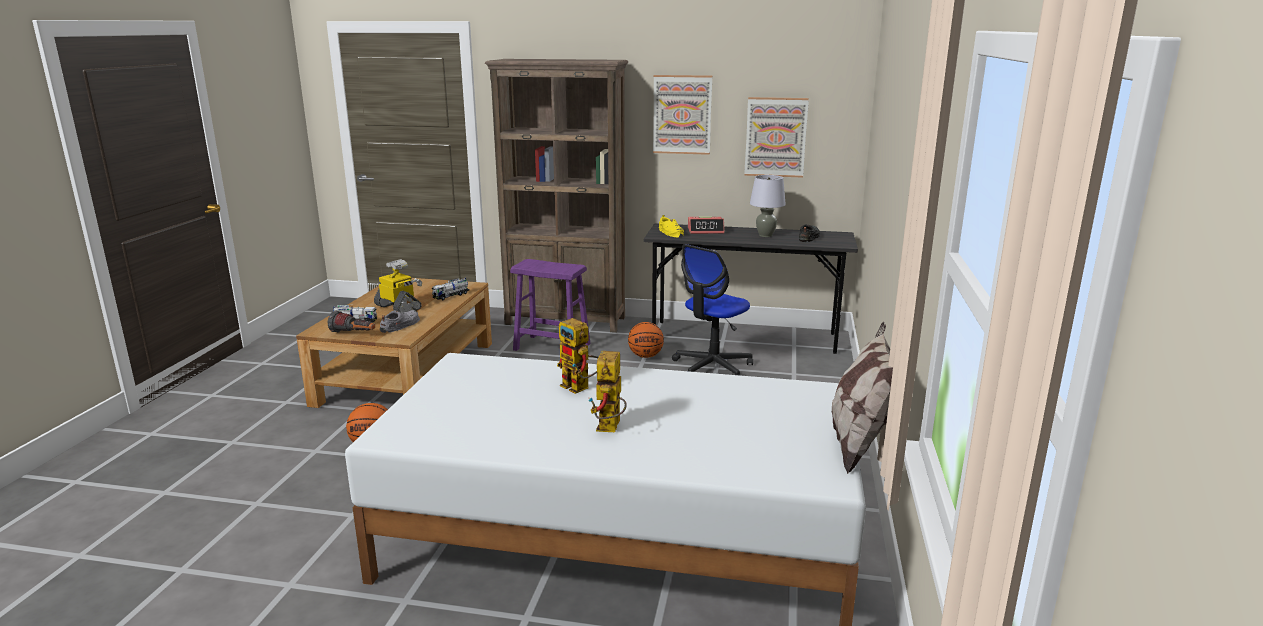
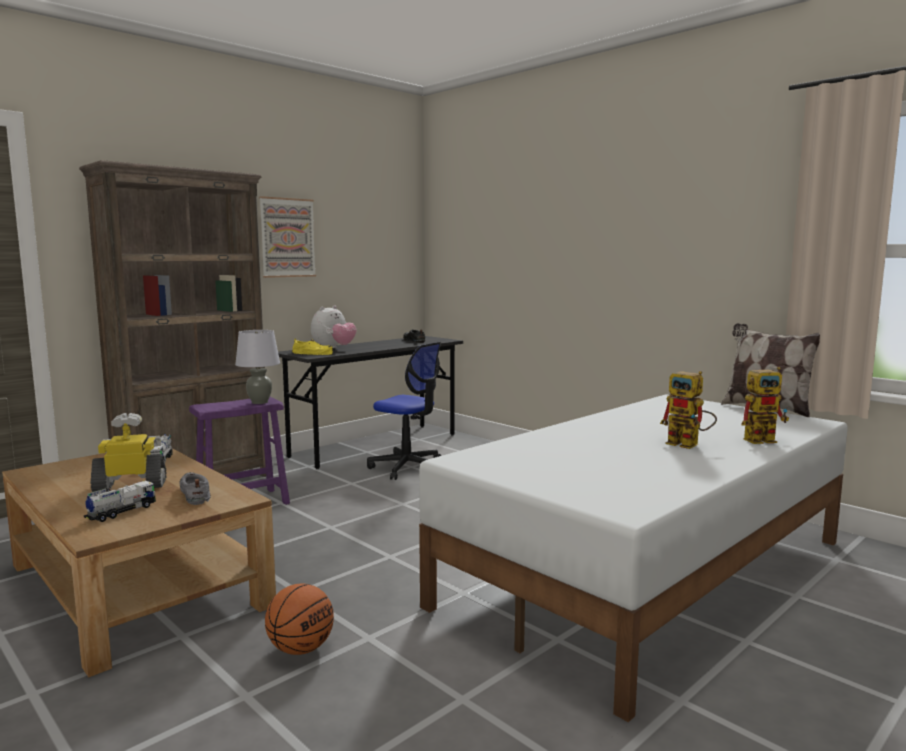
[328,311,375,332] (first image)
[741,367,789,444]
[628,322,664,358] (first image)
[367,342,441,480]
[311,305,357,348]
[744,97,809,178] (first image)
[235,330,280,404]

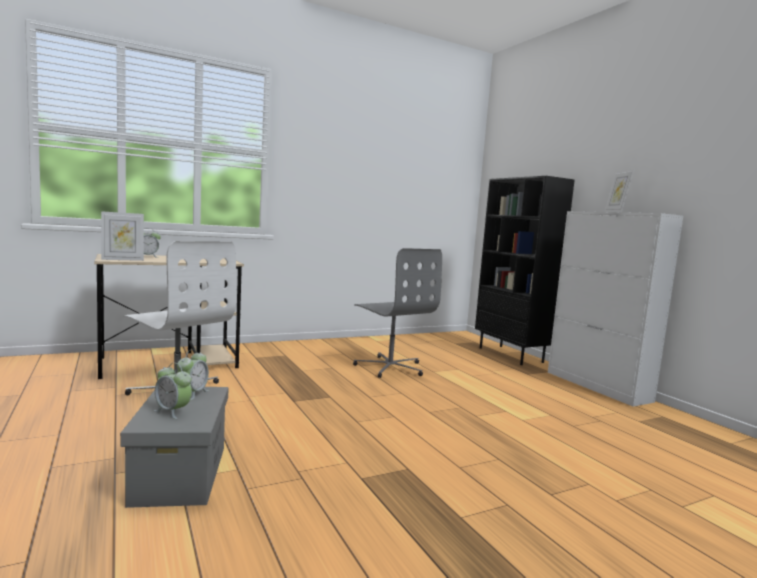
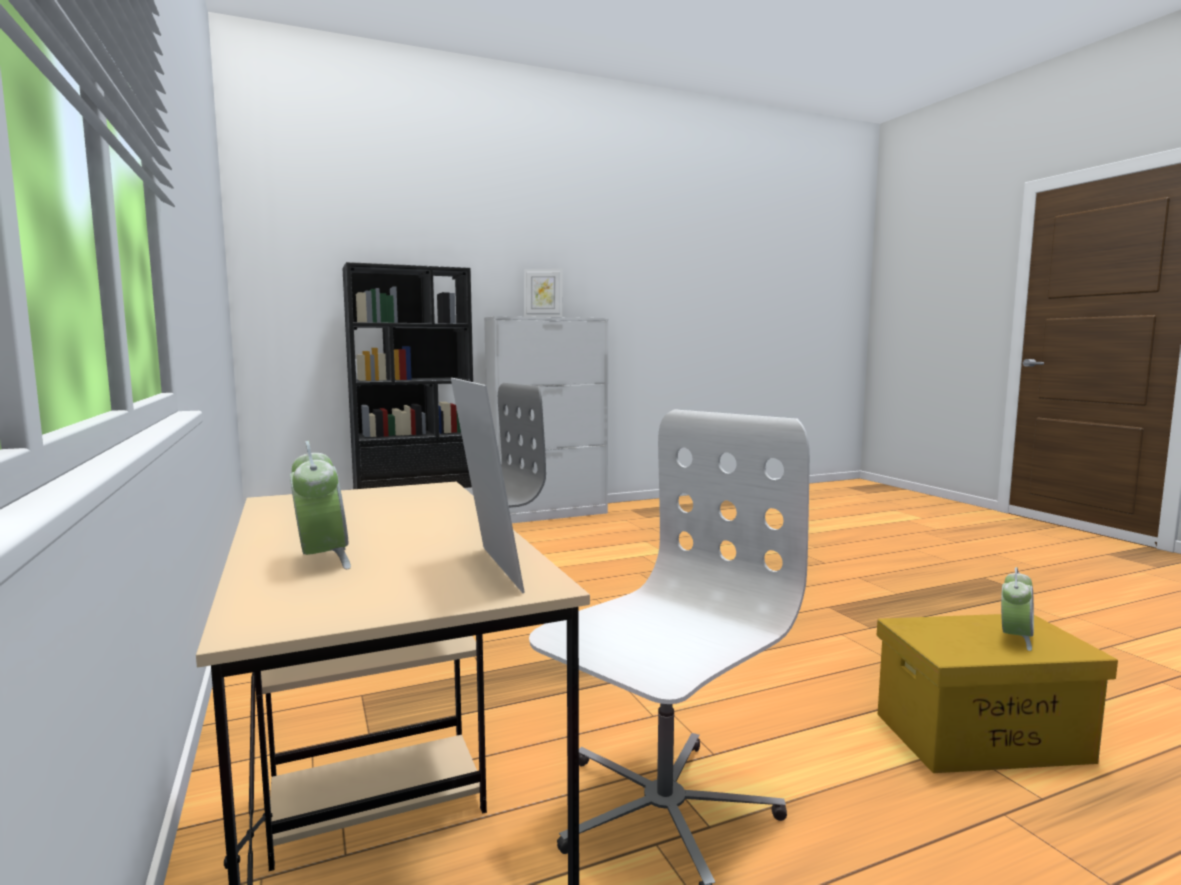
[877,614,1118,773]
[177,349,209,400] (first image)

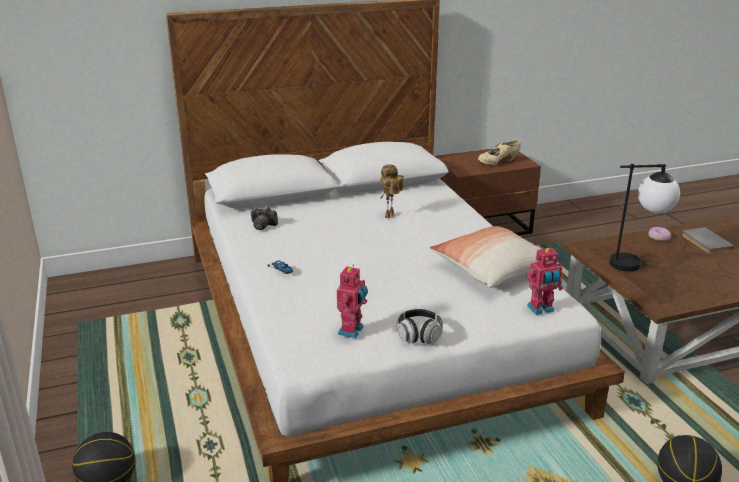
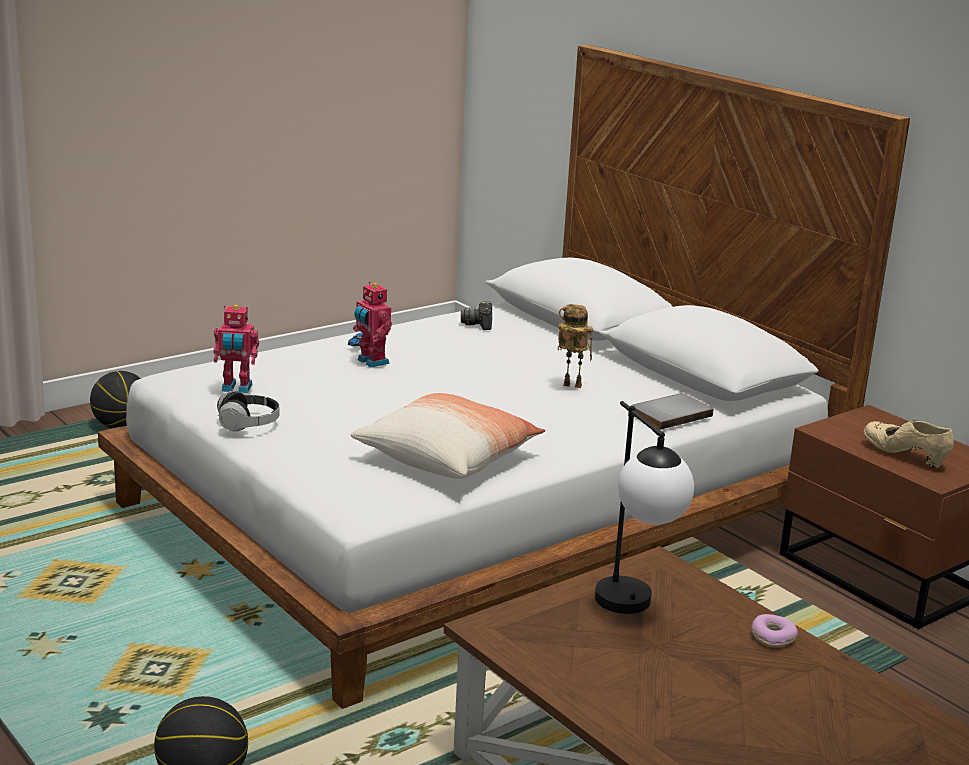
[353,281,392,368]
[631,393,713,430]

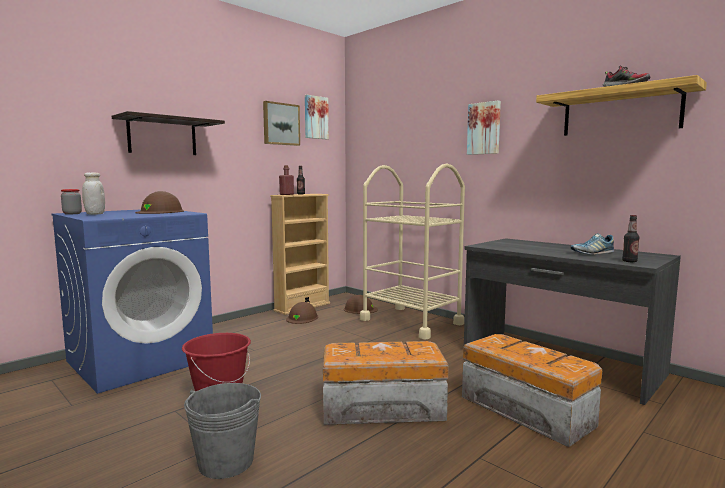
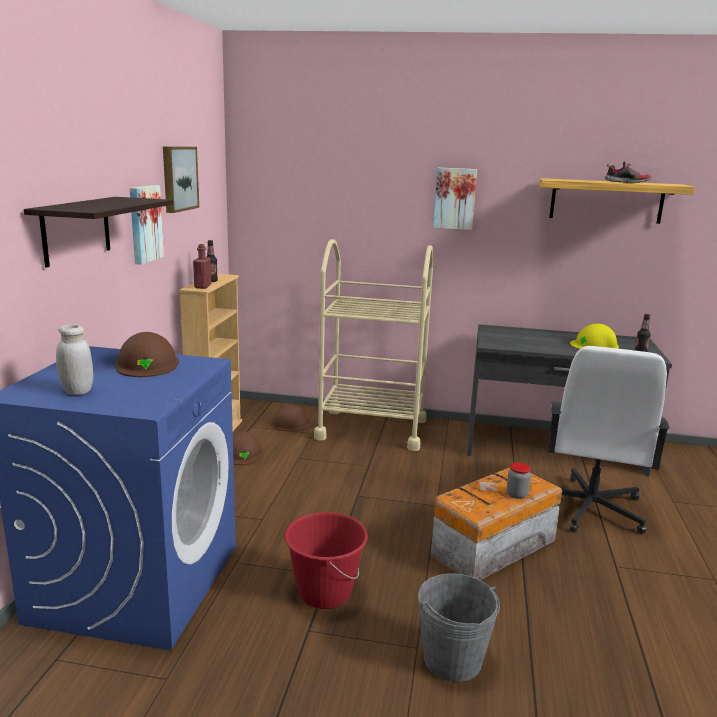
[507,462,531,499]
[130,185,164,265]
[548,346,670,534]
[570,323,619,349]

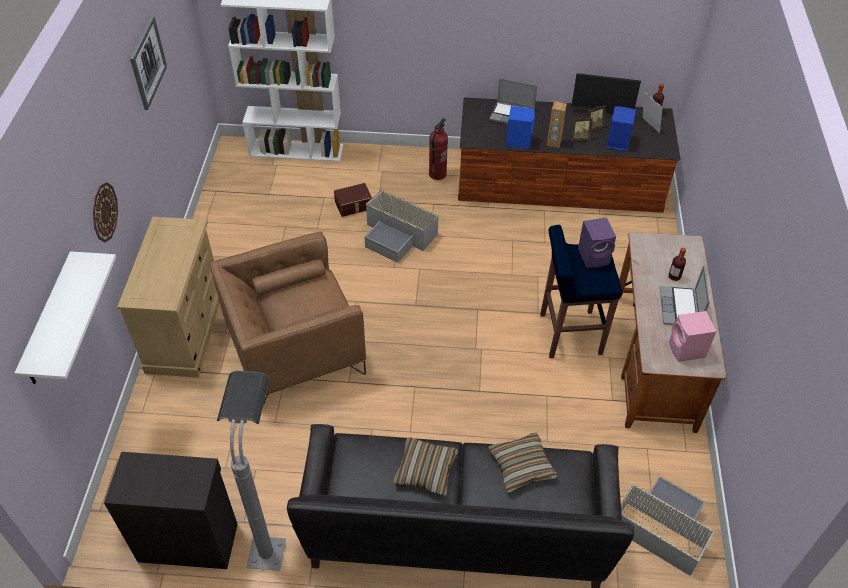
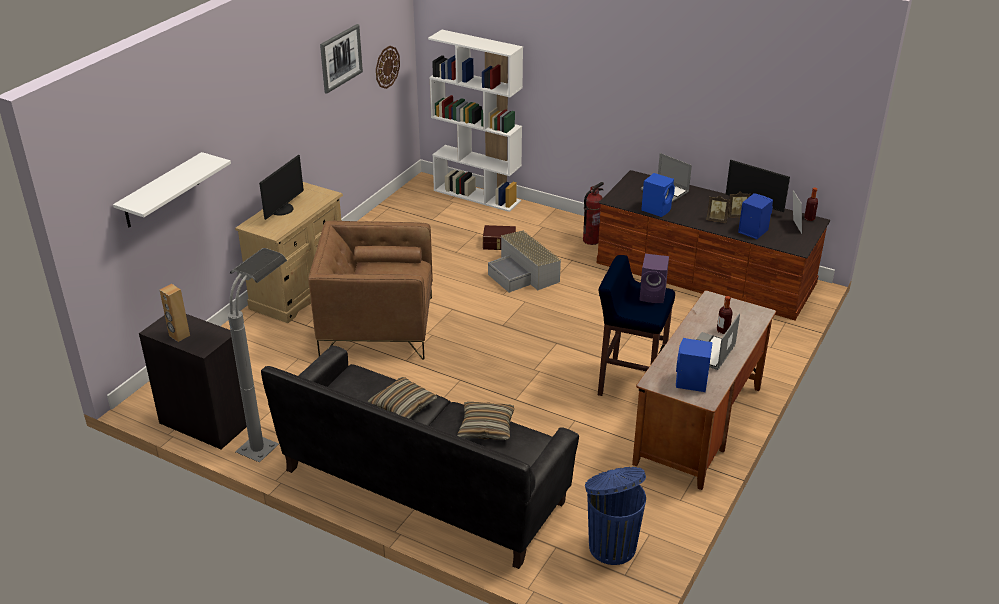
[376,46,400,89]
[160,284,190,342]
[585,467,646,565]
[676,338,713,392]
[259,155,304,220]

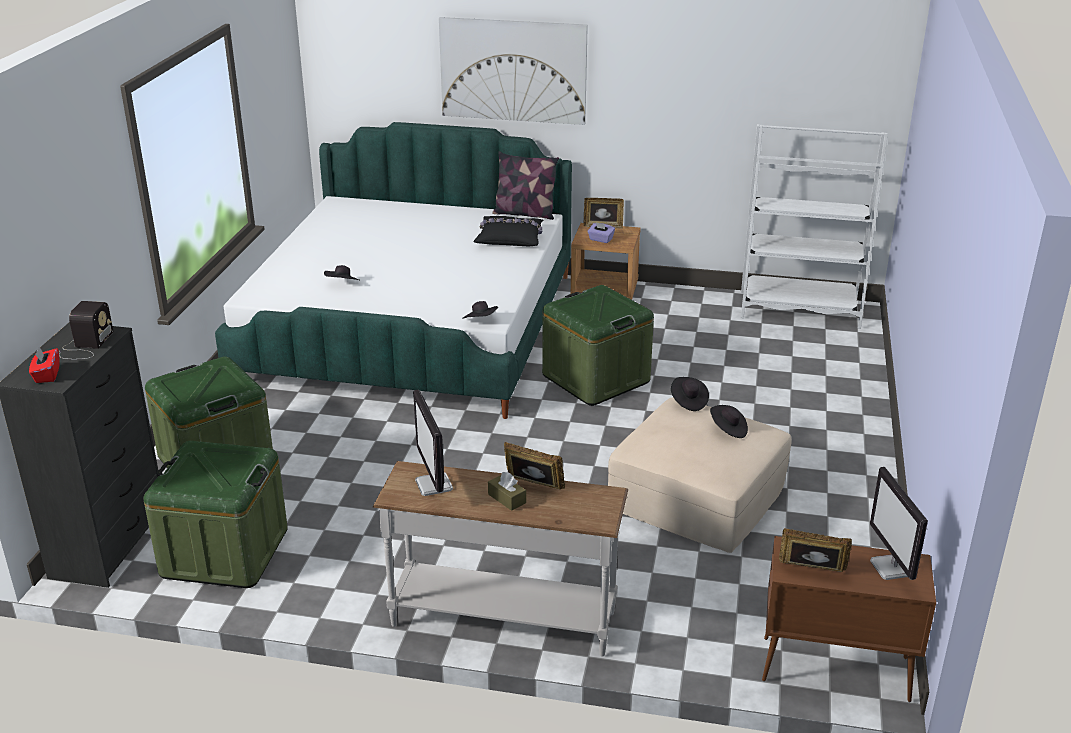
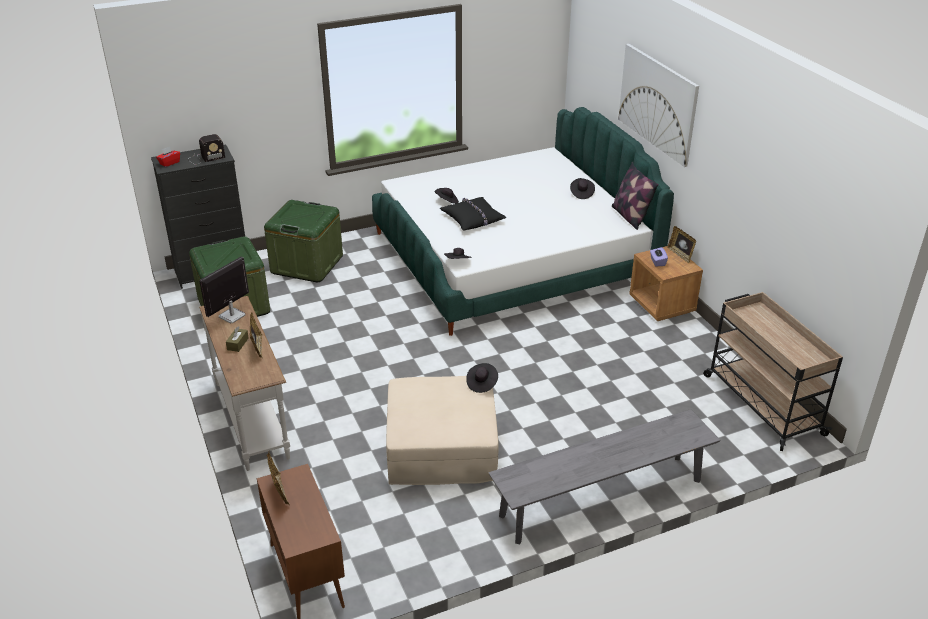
[440,197,506,231]
[542,285,654,406] (first image)
[570,178,595,199]
[703,292,843,451]
[870,467,928,580] (first image)
[488,409,720,544]

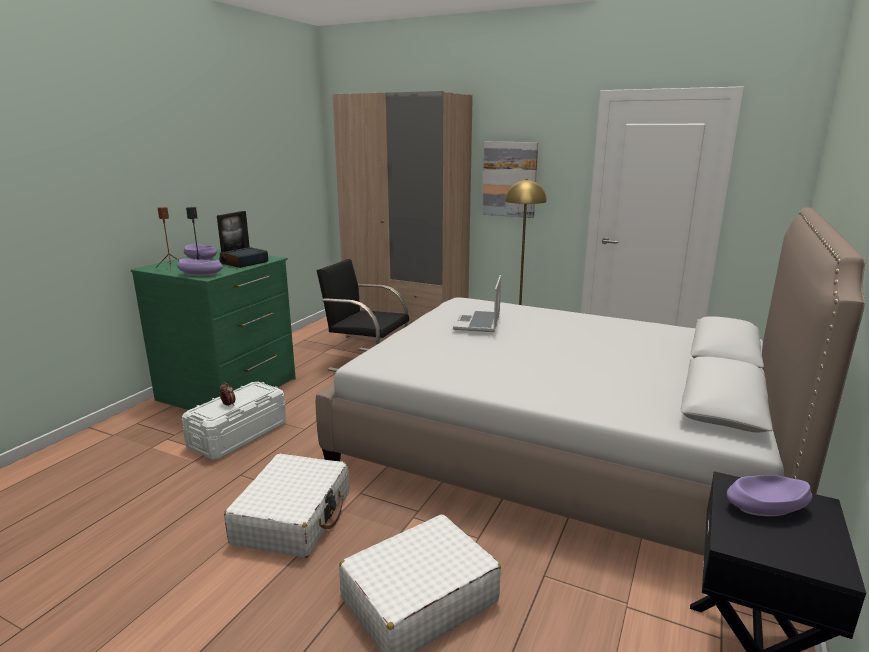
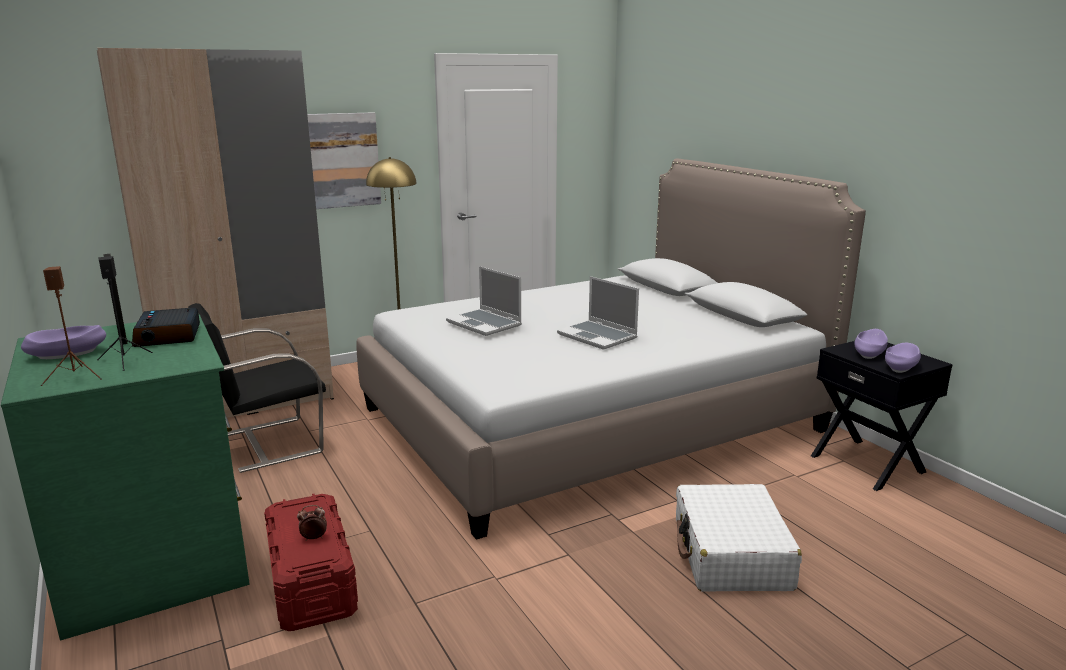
[885,343,921,373]
[264,494,358,631]
[224,454,349,558] (first image)
[557,276,639,350]

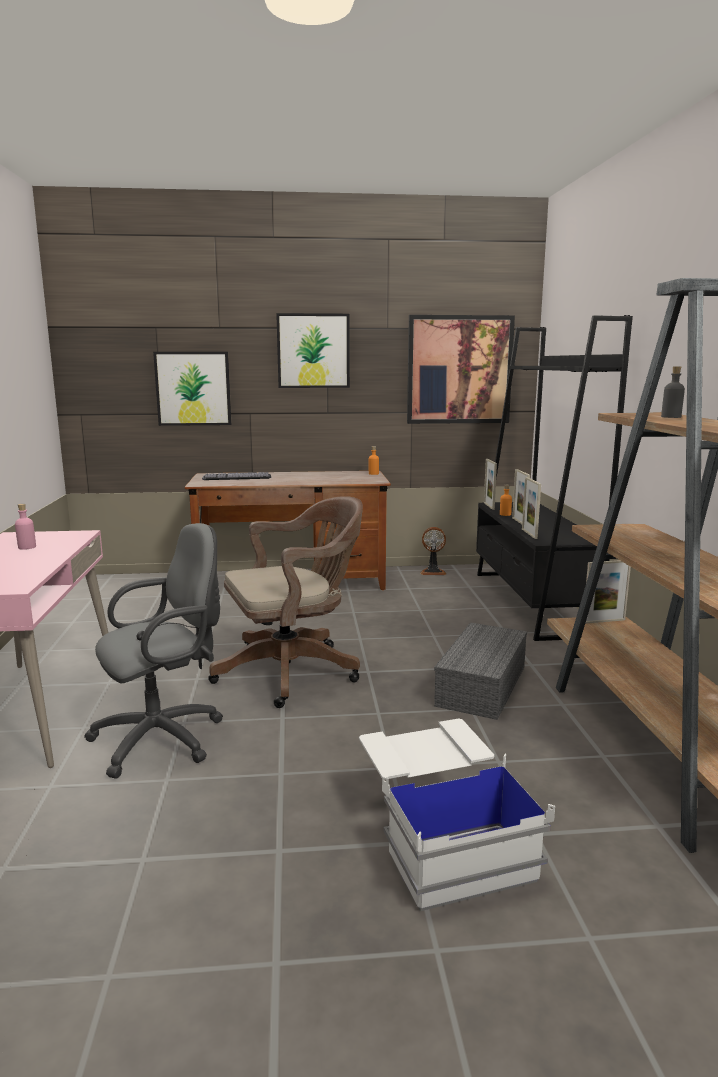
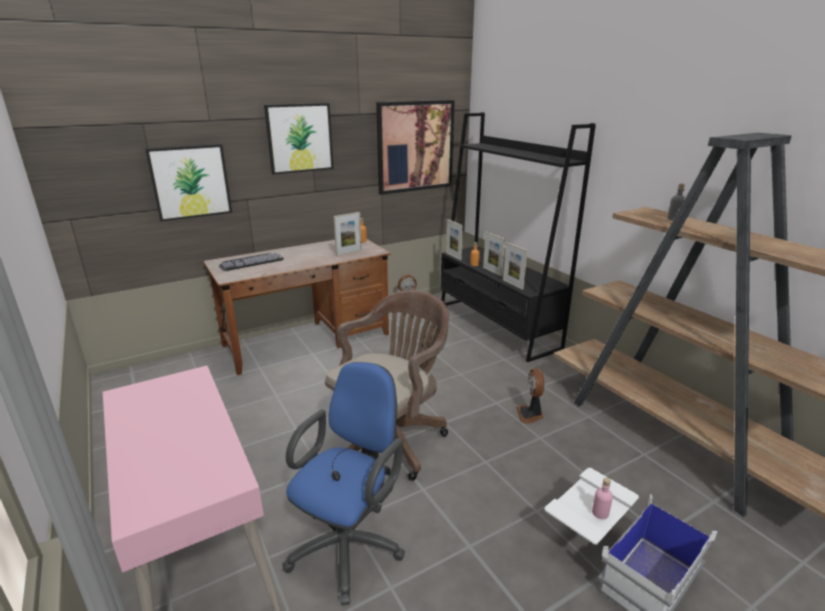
[592,478,613,519]
[282,362,405,605]
[516,368,544,424]
[334,212,362,256]

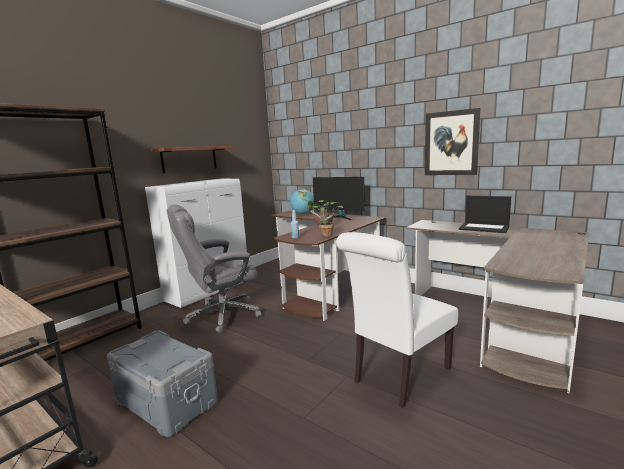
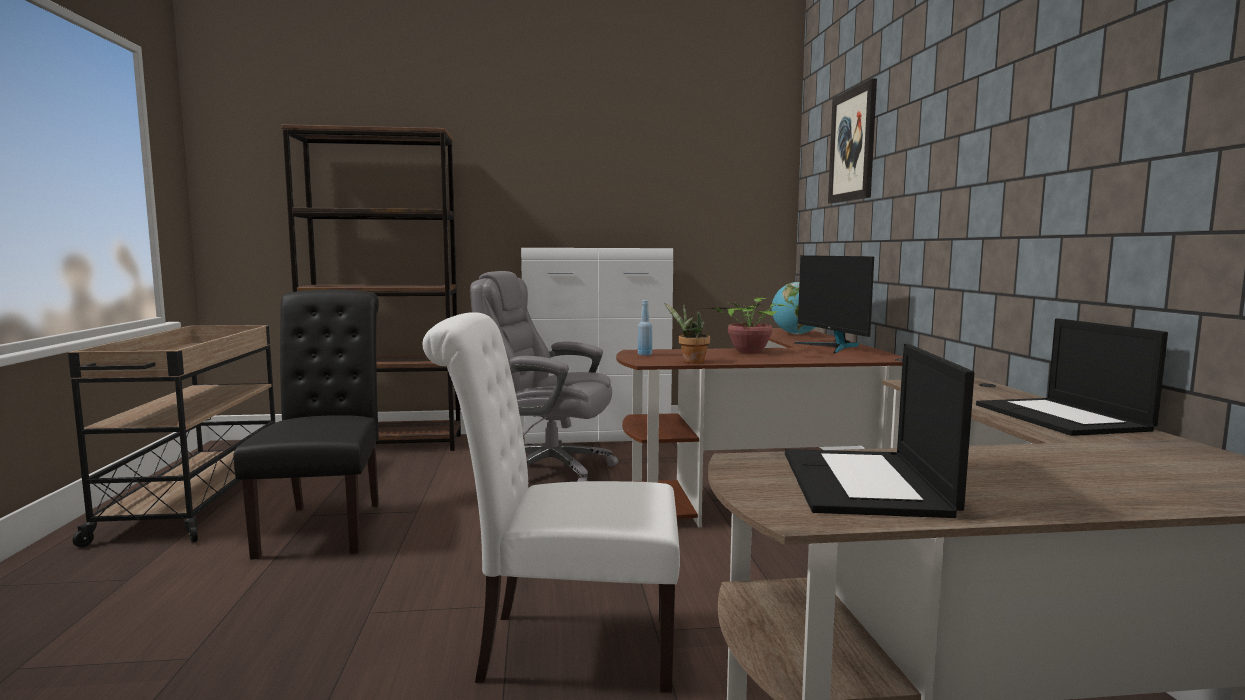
[233,290,379,560]
[151,146,233,173] (first image)
[828,78,877,204]
[785,344,974,518]

